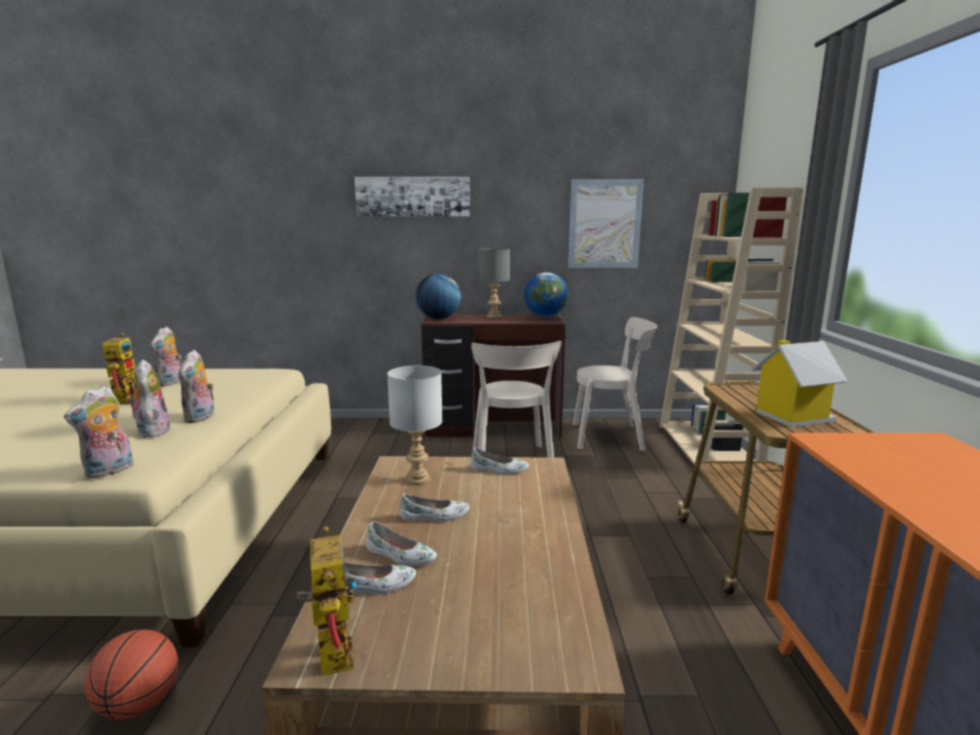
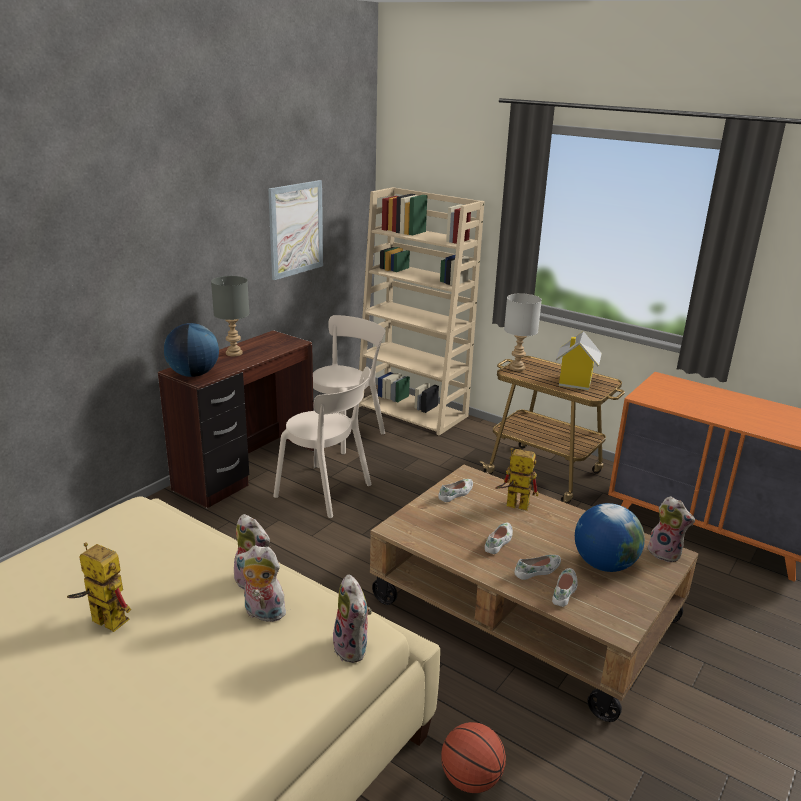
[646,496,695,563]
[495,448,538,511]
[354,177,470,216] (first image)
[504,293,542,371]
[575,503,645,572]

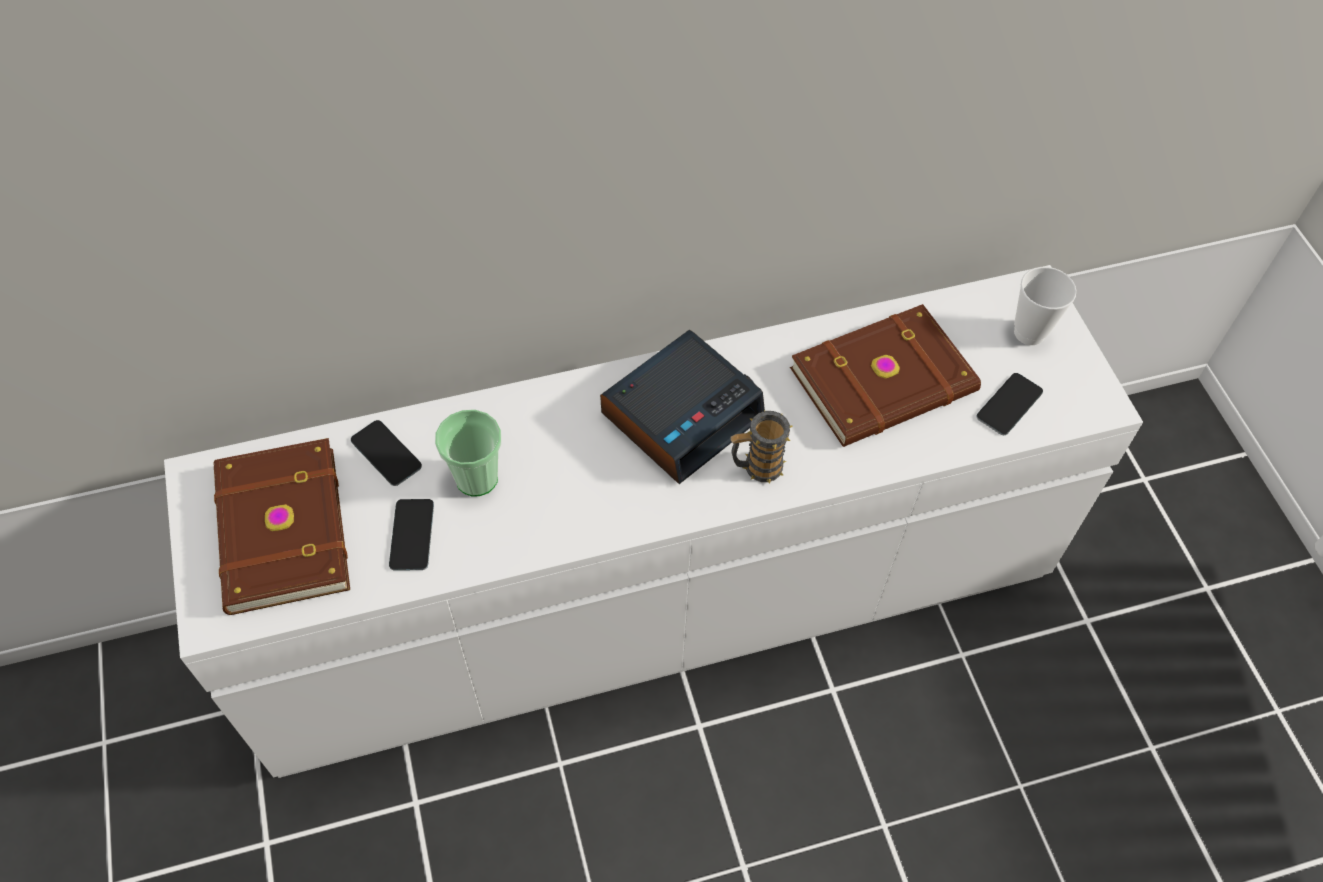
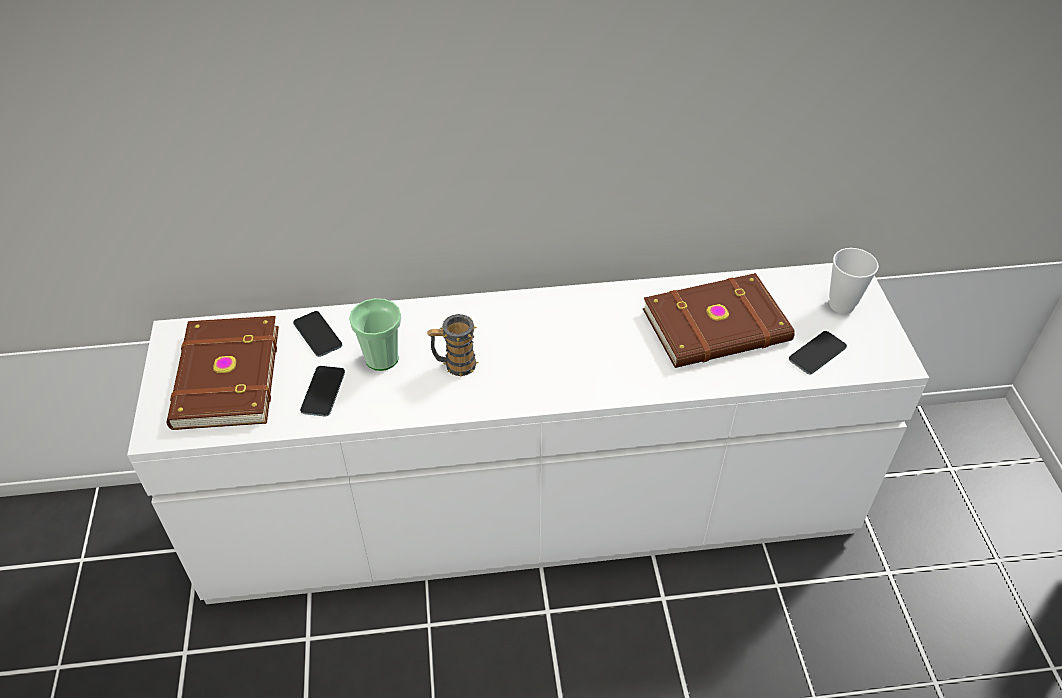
[600,330,765,484] (first image)
[427,314,479,376]

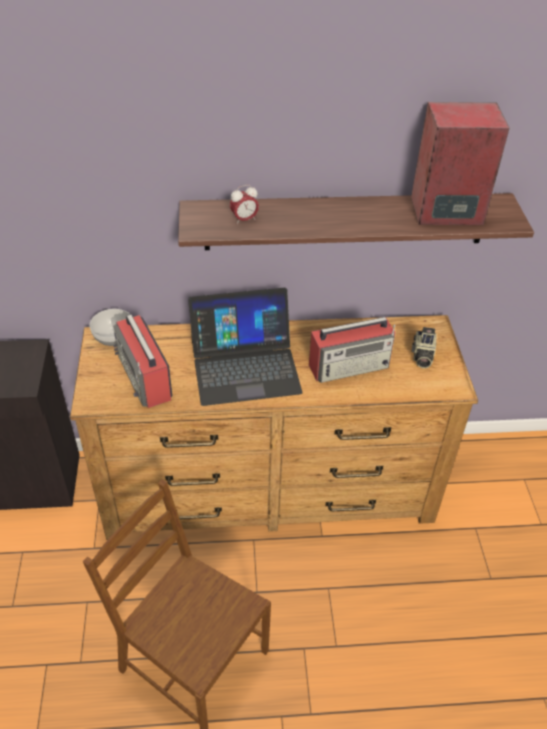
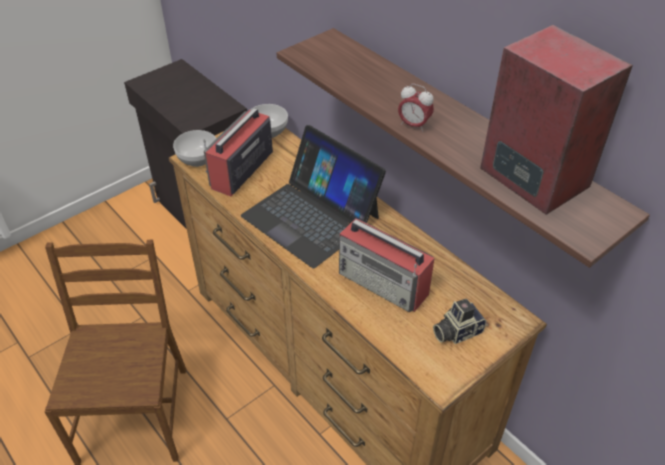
[398,84,434,132]
[173,130,216,167]

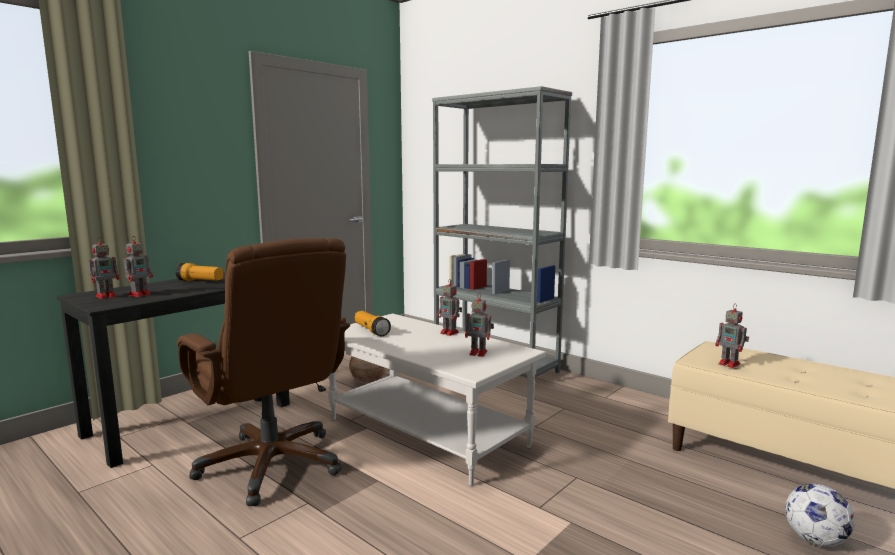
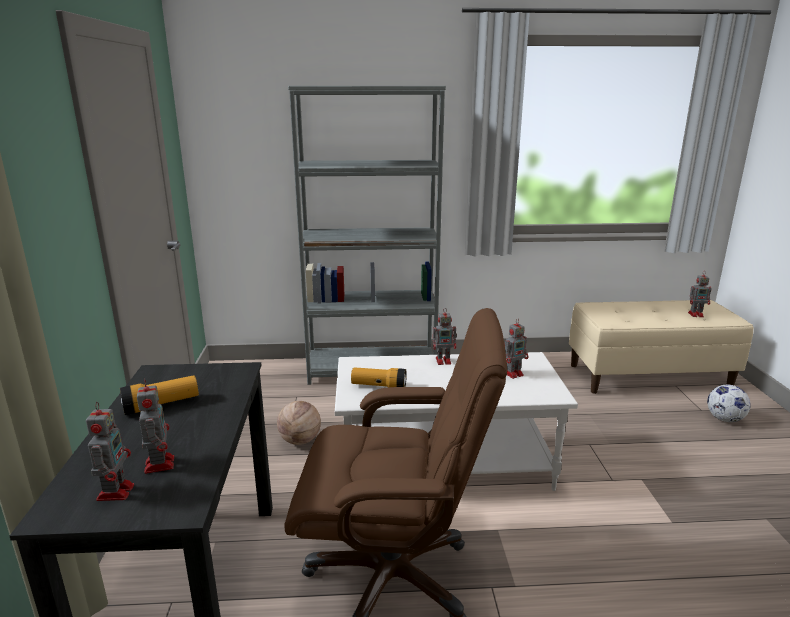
[688,273,712,317]

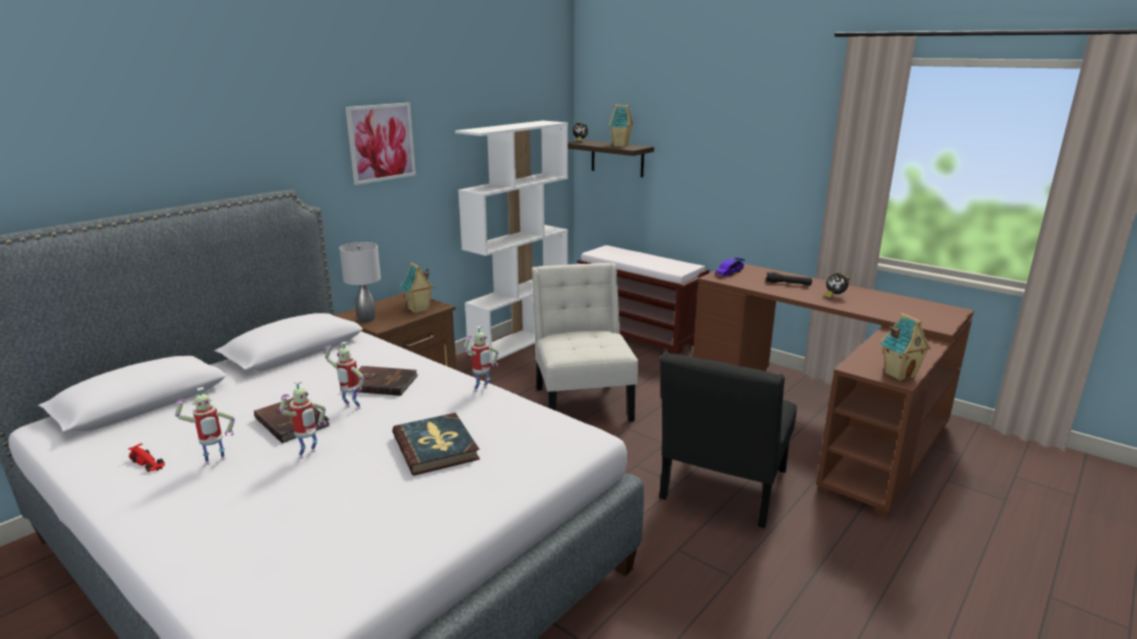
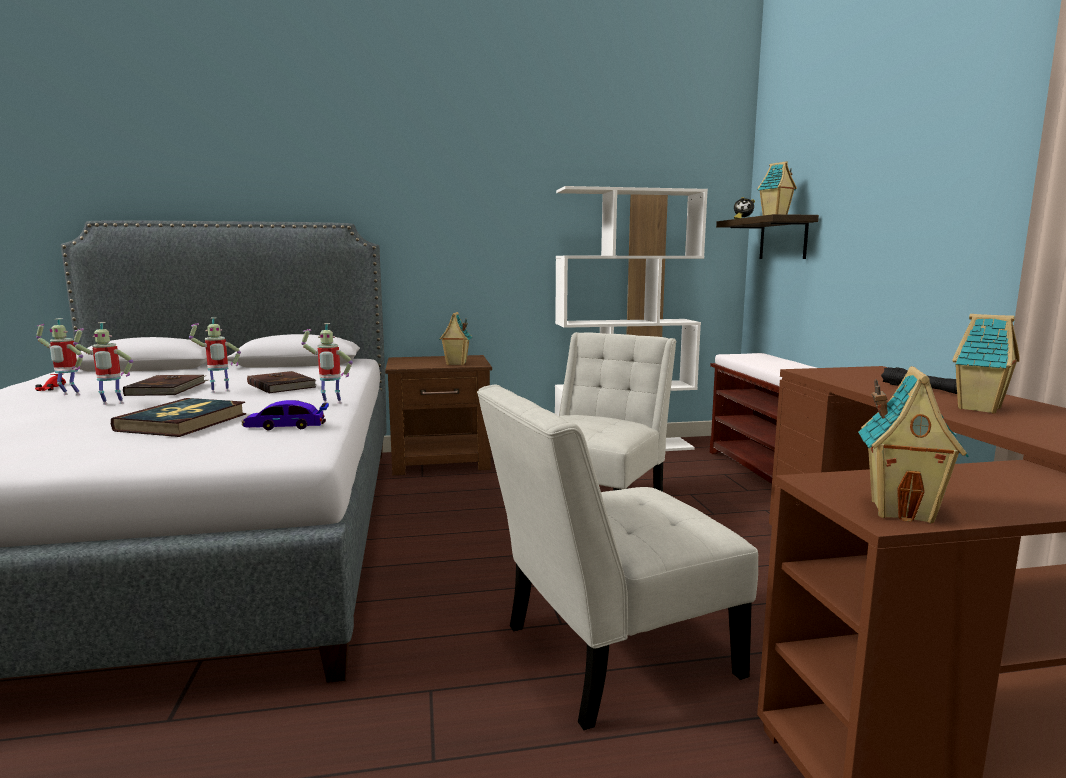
[189,317,241,393]
[339,242,381,322] (first image)
[345,103,416,185] (first image)
[477,385,758,730]
[241,400,329,430]
[952,314,1020,414]

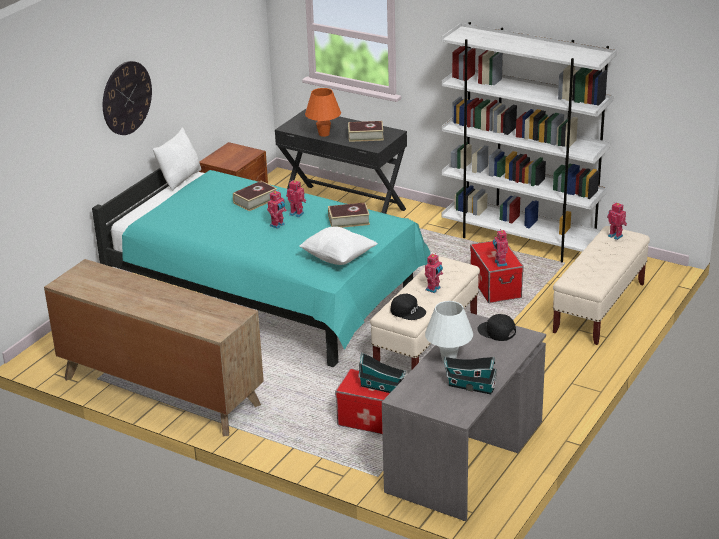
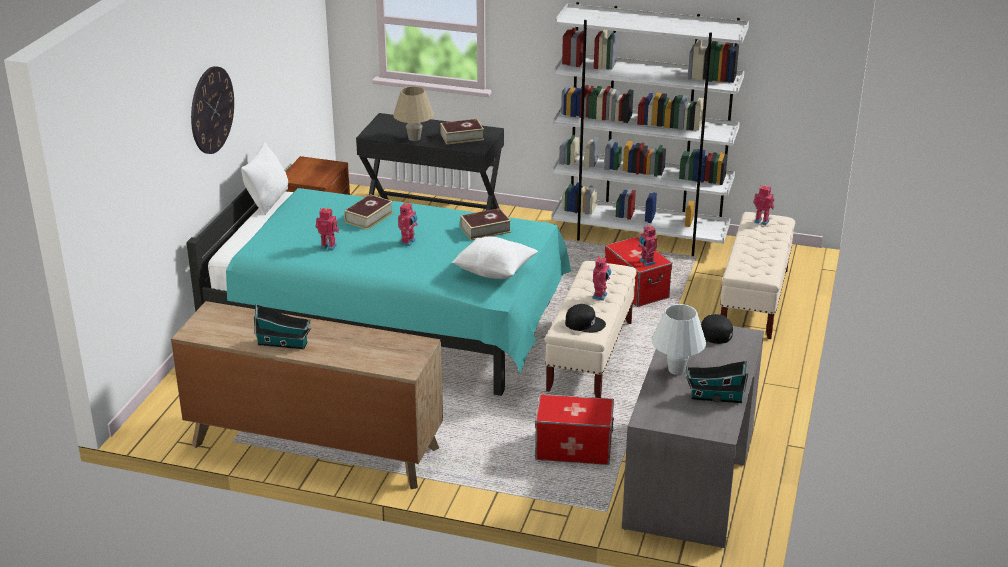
[316,208,339,251]
[393,86,434,141]
[254,304,311,349]

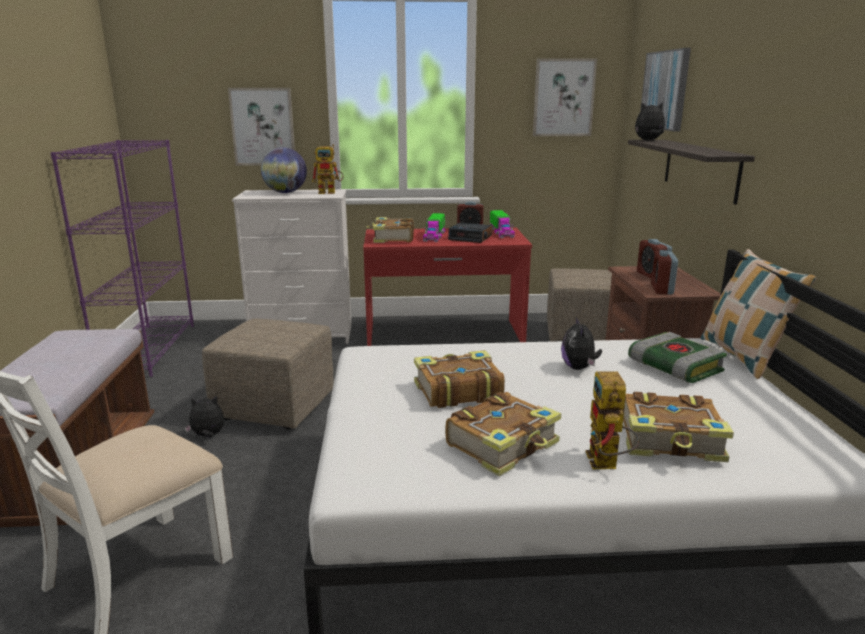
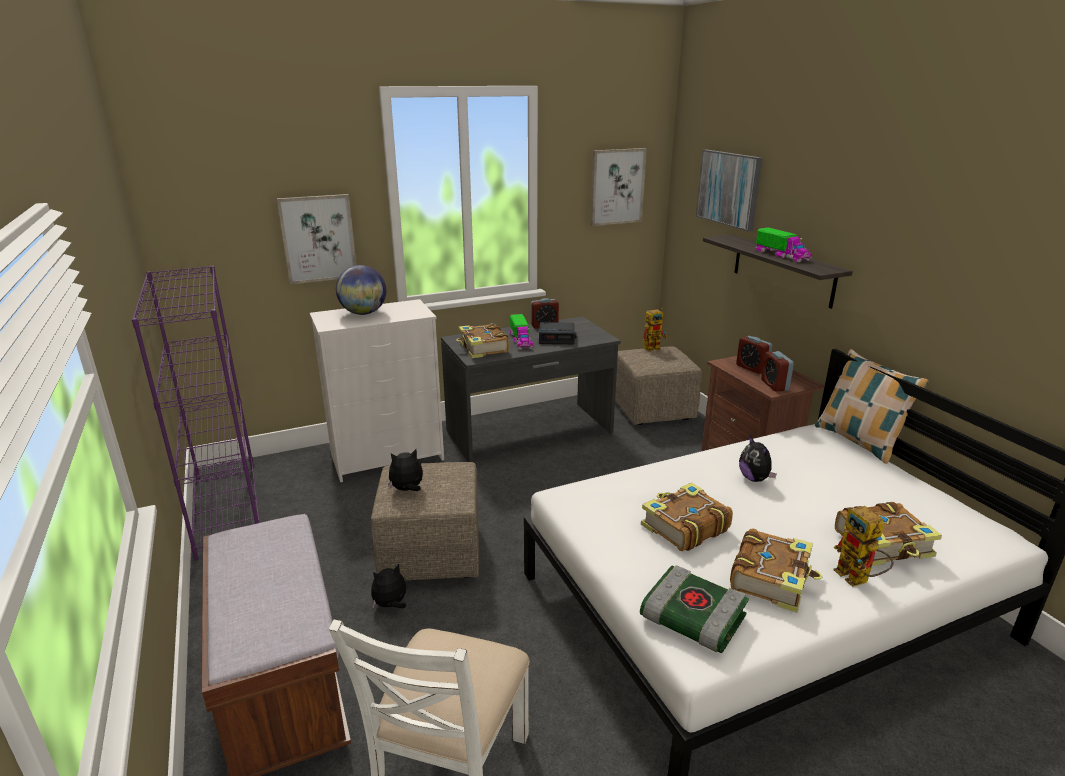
[643,308,667,351]
[441,317,621,462]
[756,227,812,262]
[640,565,749,653]
[388,449,423,491]

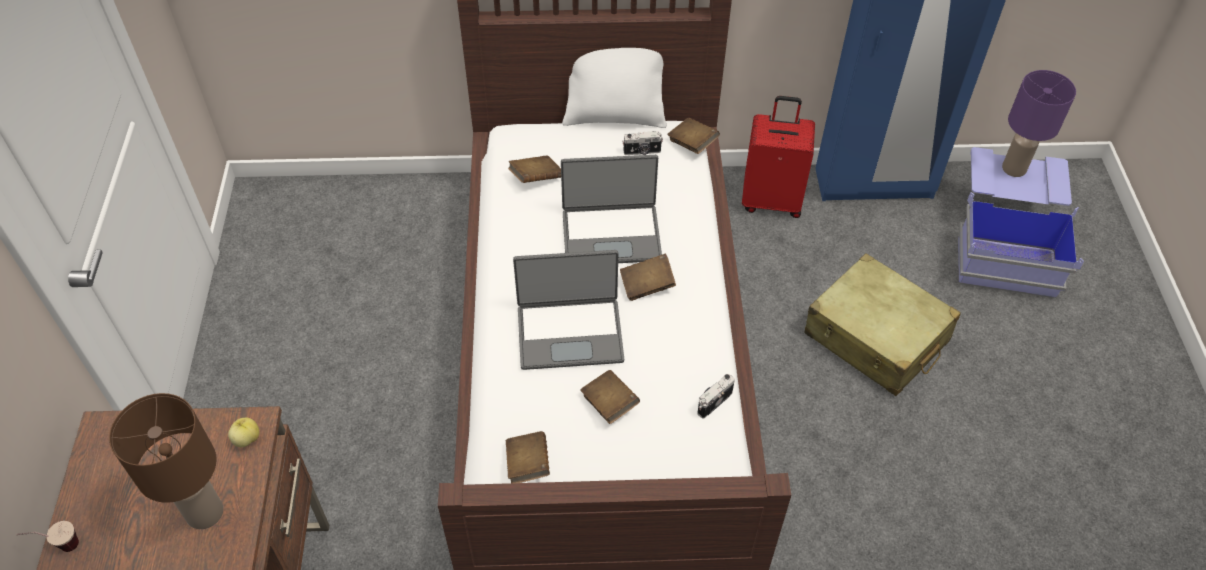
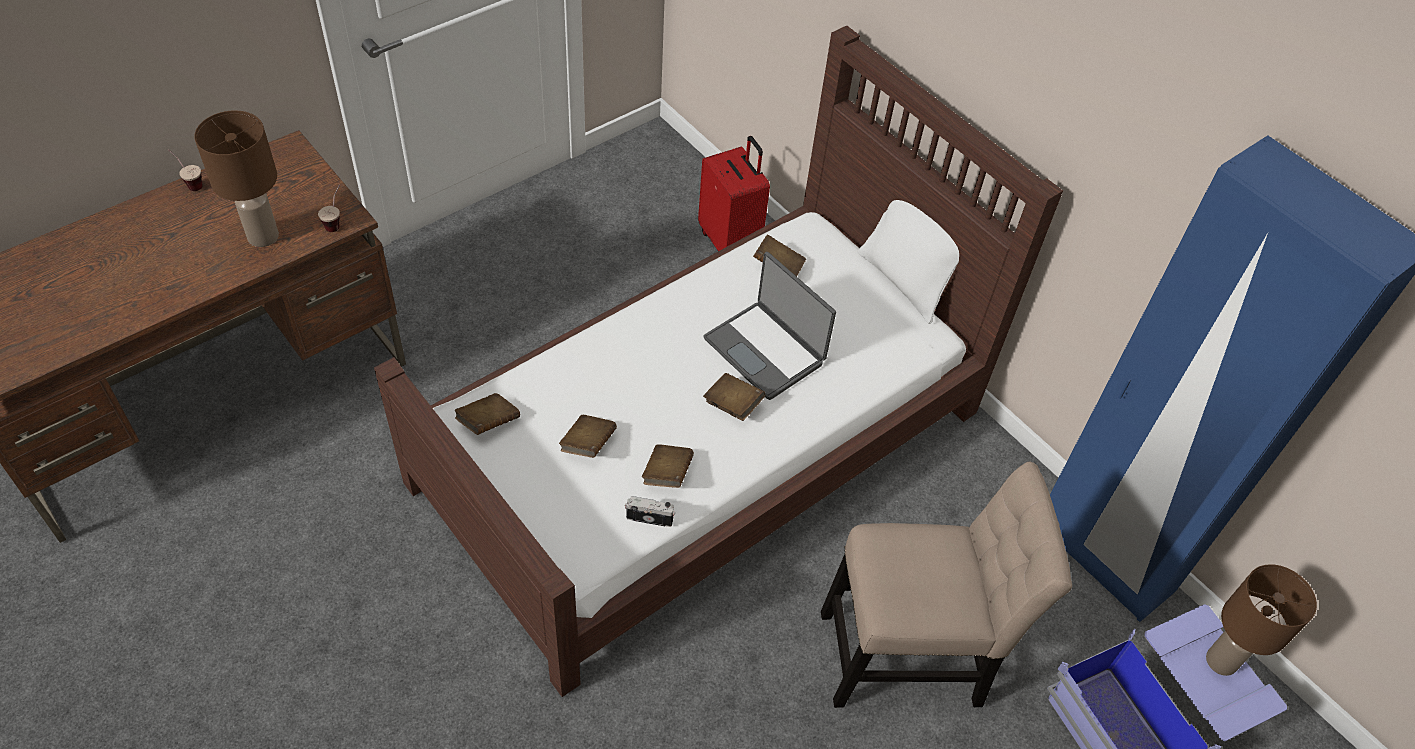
[318,185,340,232]
[513,250,624,370] (first image)
[622,131,663,155] (first image)
[642,444,694,488]
[698,136,770,251]
[821,462,1072,708]
[1206,564,1317,676]

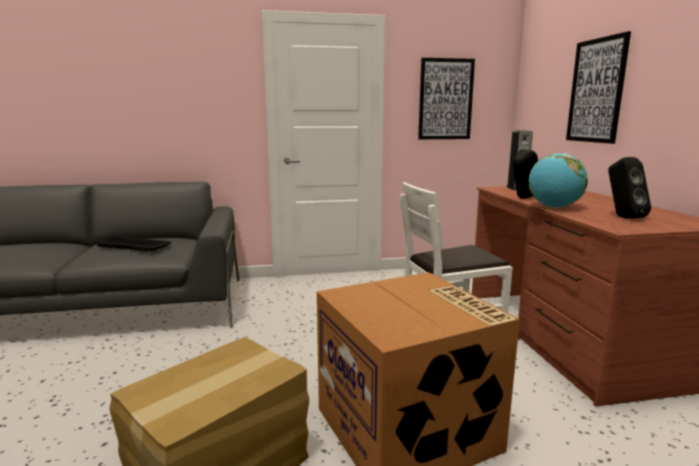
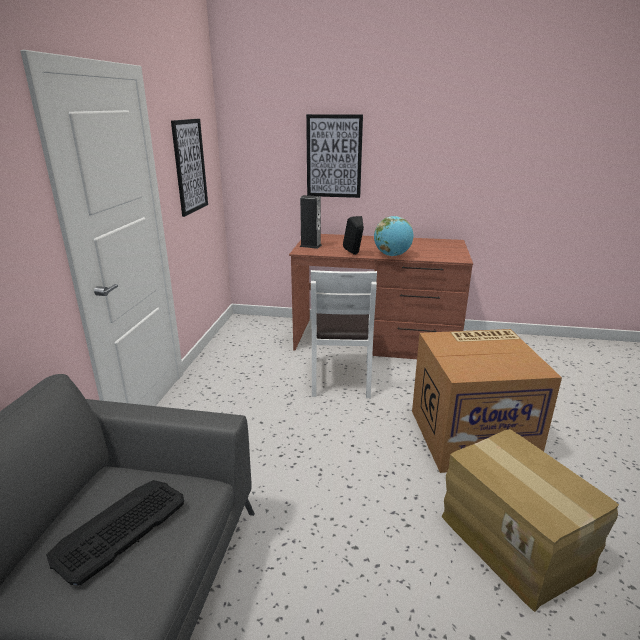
[608,157,651,218] (first image)

